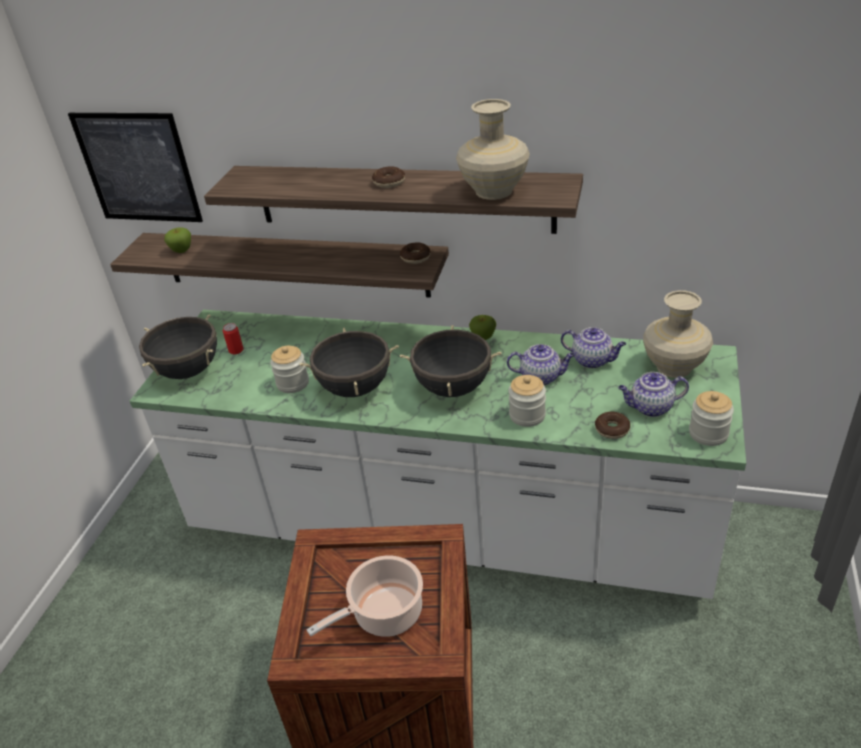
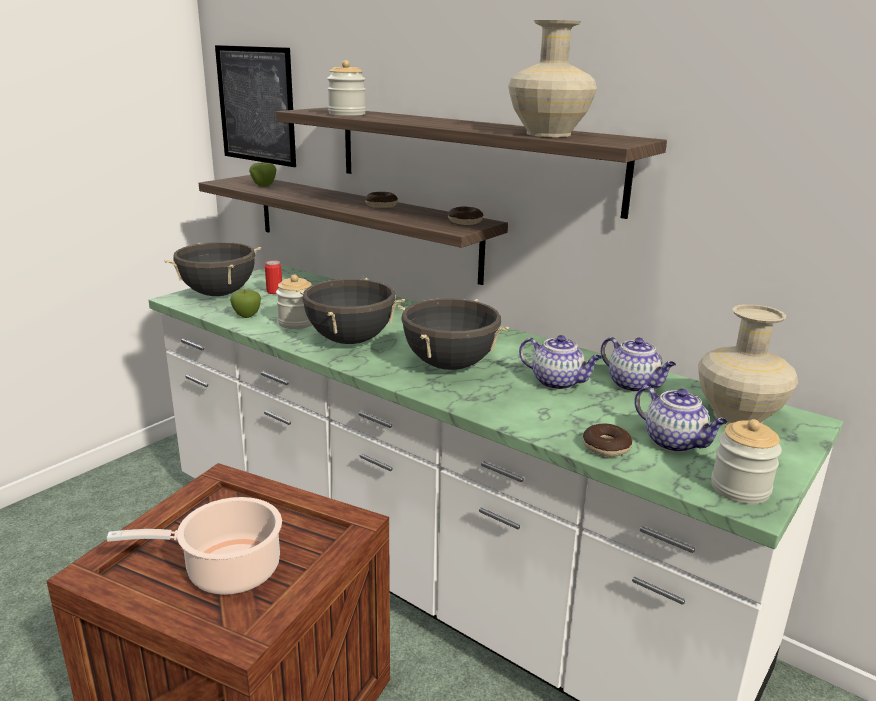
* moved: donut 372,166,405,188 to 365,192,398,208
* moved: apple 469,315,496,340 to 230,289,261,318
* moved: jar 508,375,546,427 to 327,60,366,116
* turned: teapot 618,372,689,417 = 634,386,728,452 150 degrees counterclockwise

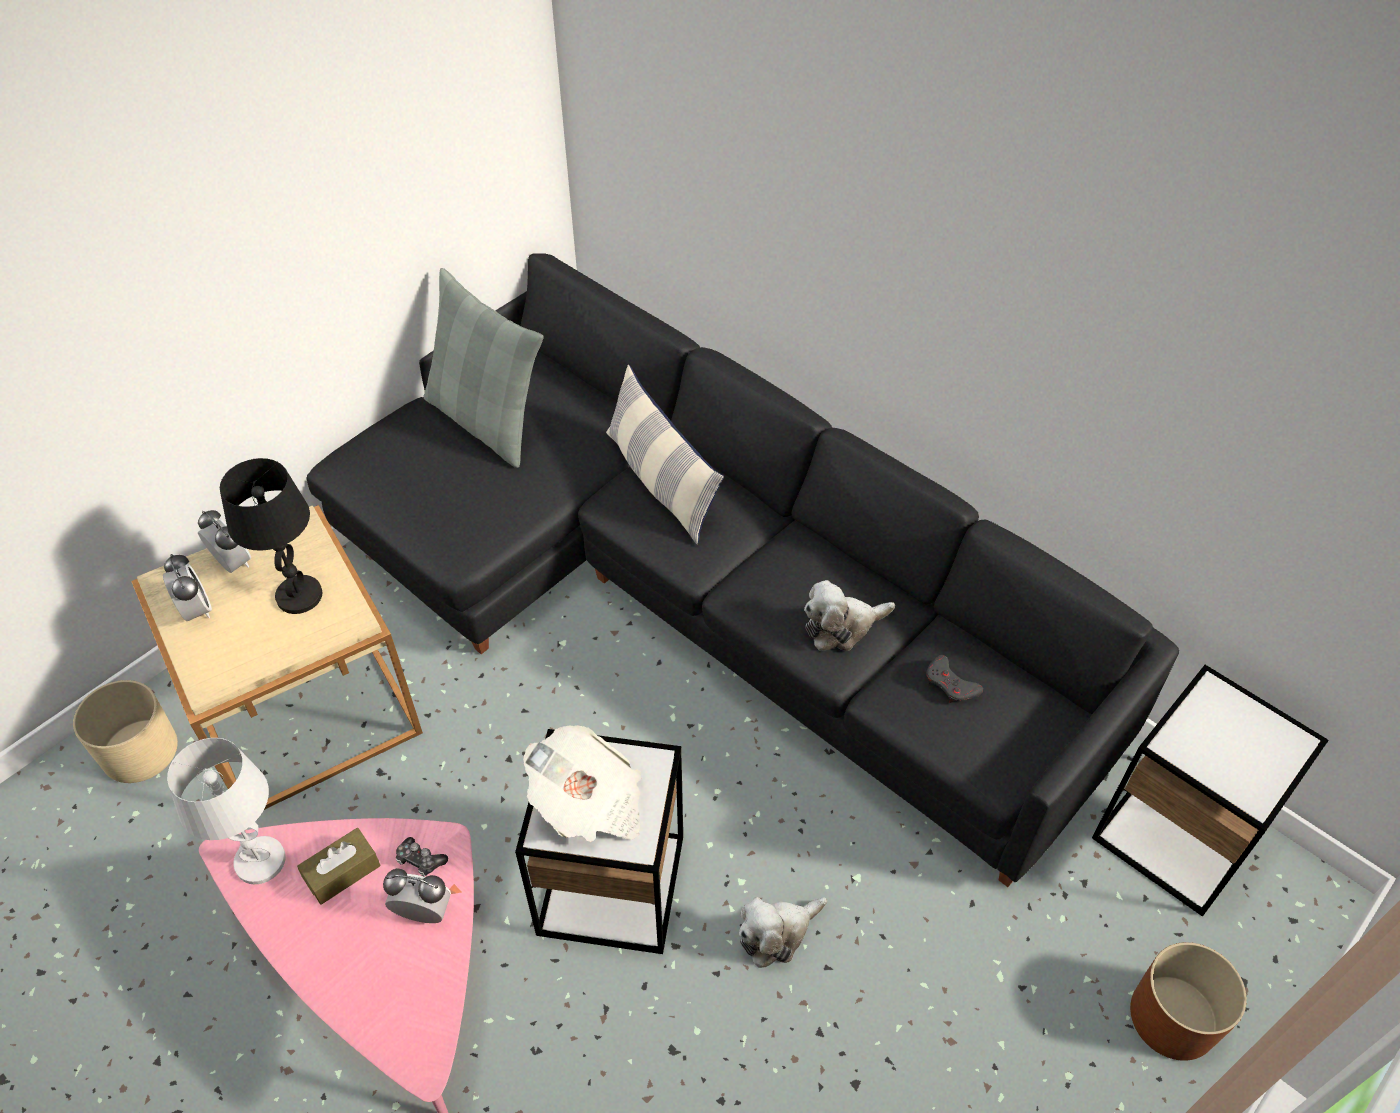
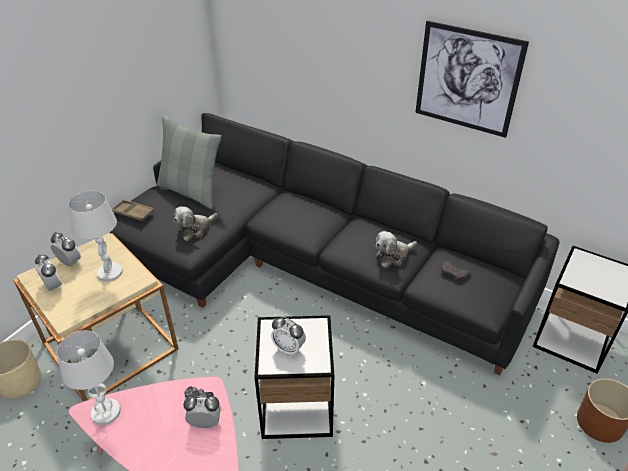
* removed: tissue box in brown 297,828,381,905
* removed: pillow 606,365,724,544
* added: tray in brown 112,200,154,221
* added: picture 415,21,529,138
* moved: plush toy 739,897,827,968 to 174,207,218,241
* replaced: newspaper 523,725,641,842 to alarm clock 271,317,306,356
* recoloured: table lamp in black 220,458,322,614 to table lamp in white 68,191,123,282

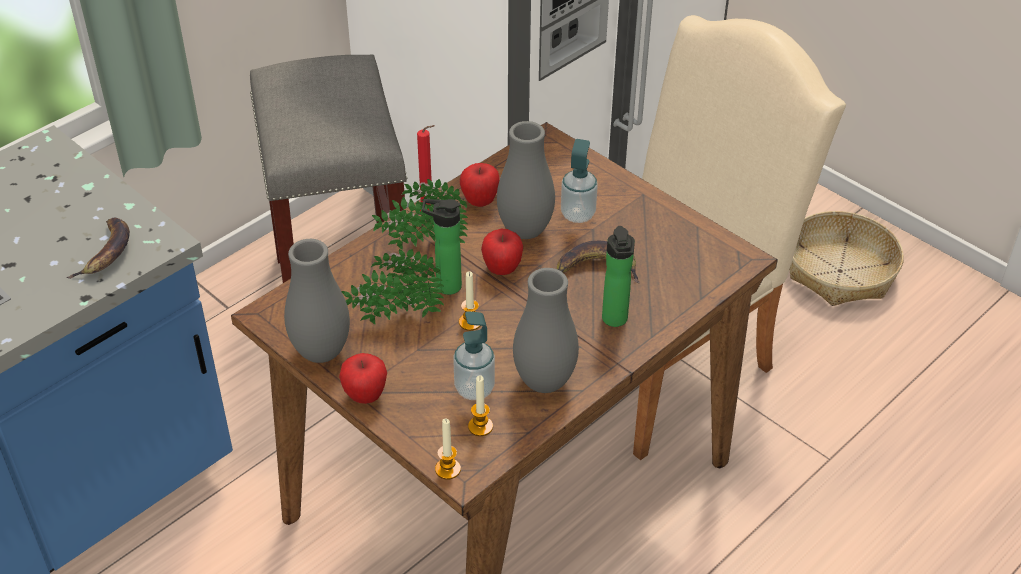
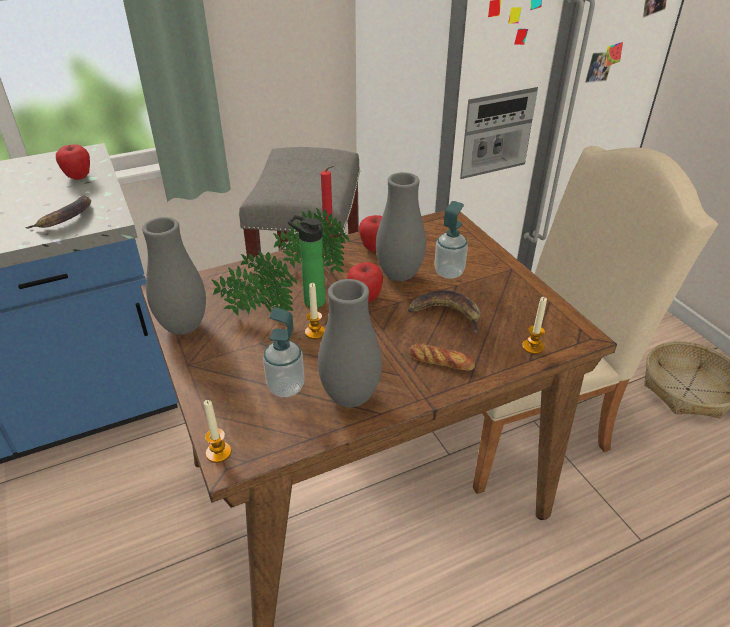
* moved: apple 339,353,387,404 to 56,145,90,180
* moved: candle 468,375,493,436 to 522,297,547,354
* replaced: bottle 602,226,635,327 to bread 409,344,475,371

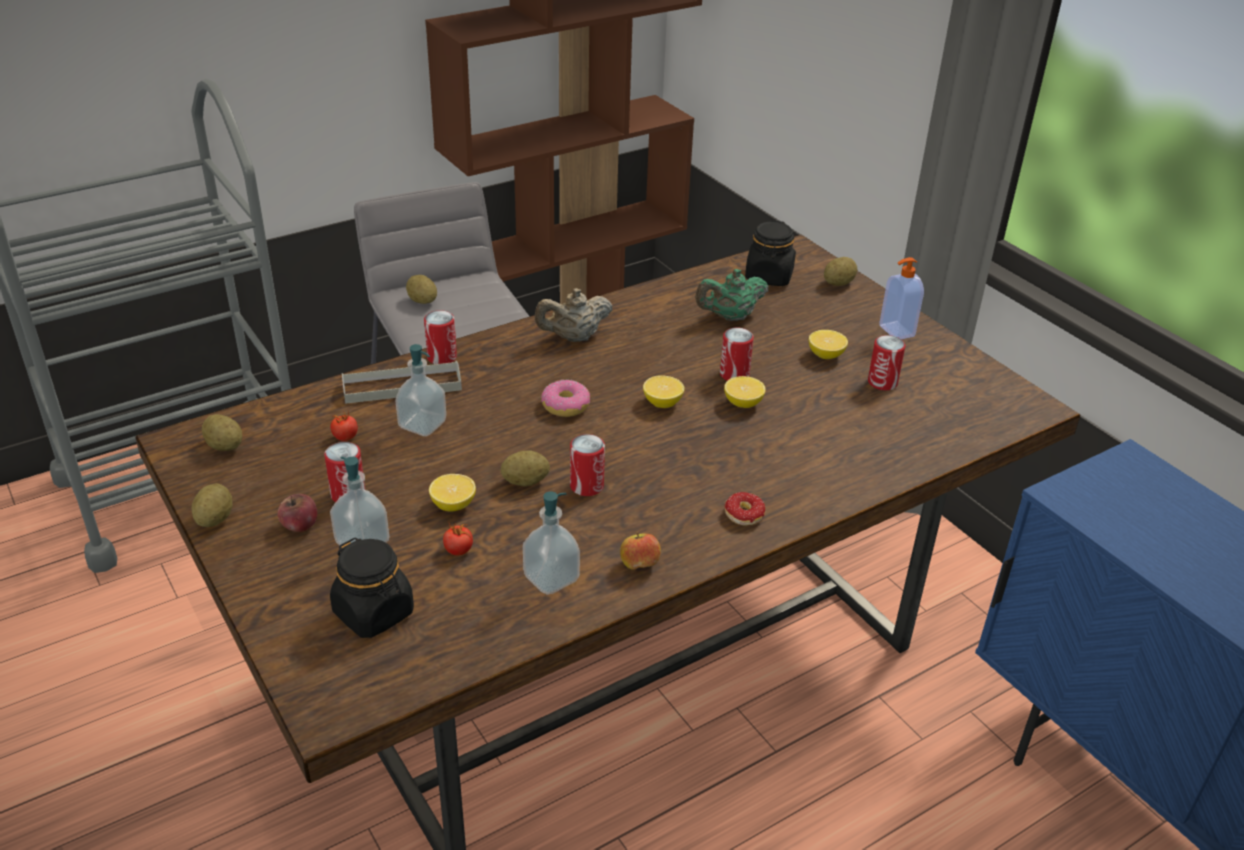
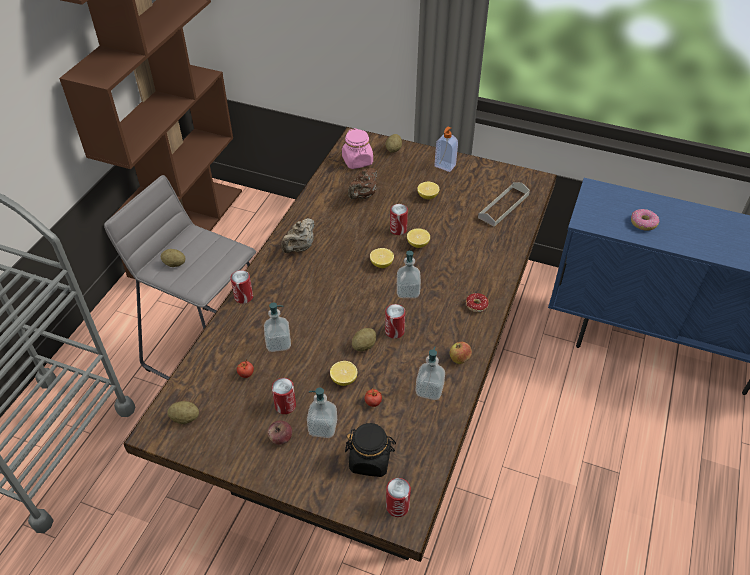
* removed: potato 191,483,233,527
* added: soap dispenser 397,250,421,298
* moved: tray in grey 342,361,462,404 to 478,182,530,227
* moved: donut 541,380,590,417 to 631,209,659,231
* moved: can 868,335,905,391 to 386,478,411,517
* recoloured: teapot in green 695,269,768,321 to teapot in brown 348,168,377,199
* recoloured: jar in black 745,220,796,286 to jar in pink 342,128,373,169

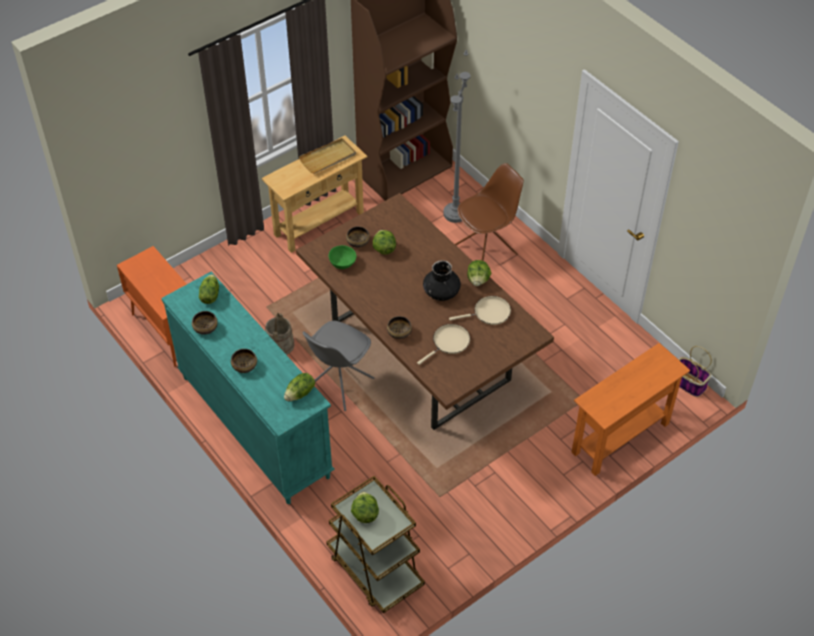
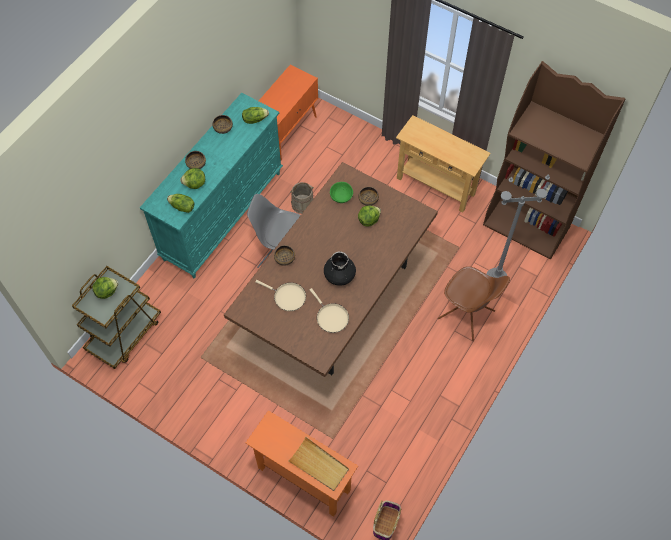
* moved: tray in beige 299,138,356,174 to 288,437,349,491
* moved: lettuce 467,260,491,286 to 180,168,205,189

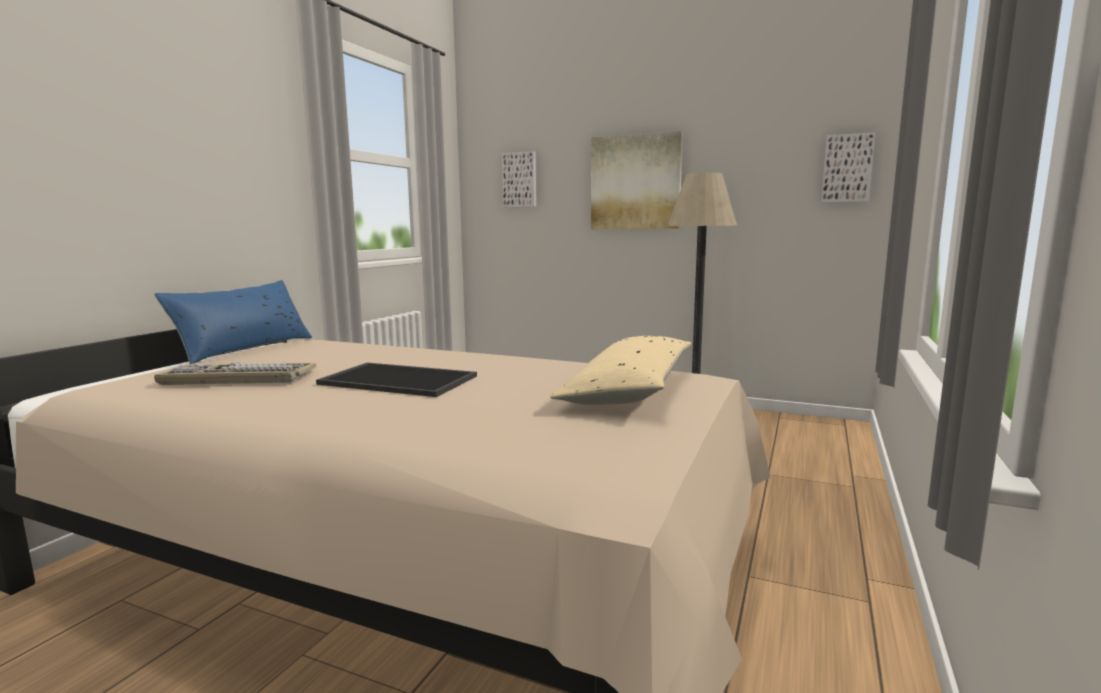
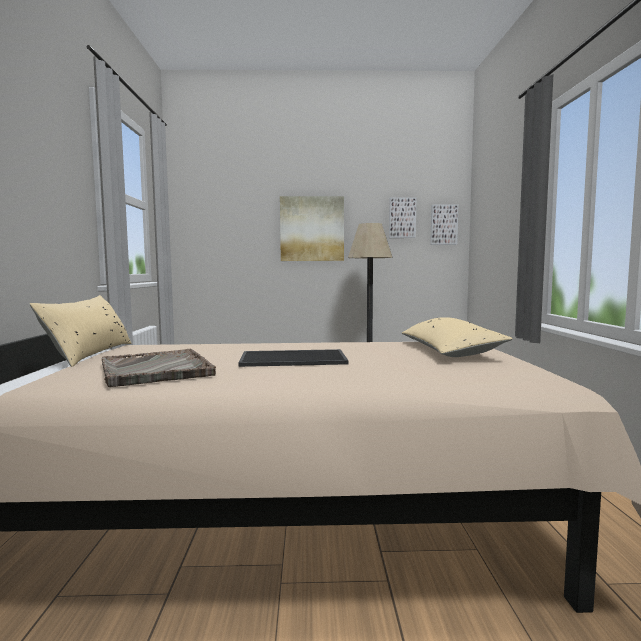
* moved: picture 502,151,536,207 to 389,197,416,238
* replaced: keyboard 154,362,316,385 to tray in grey 102,349,216,387
* recoloured: pillow in blue 154,280,312,364 to pillow in beige 29,295,131,367

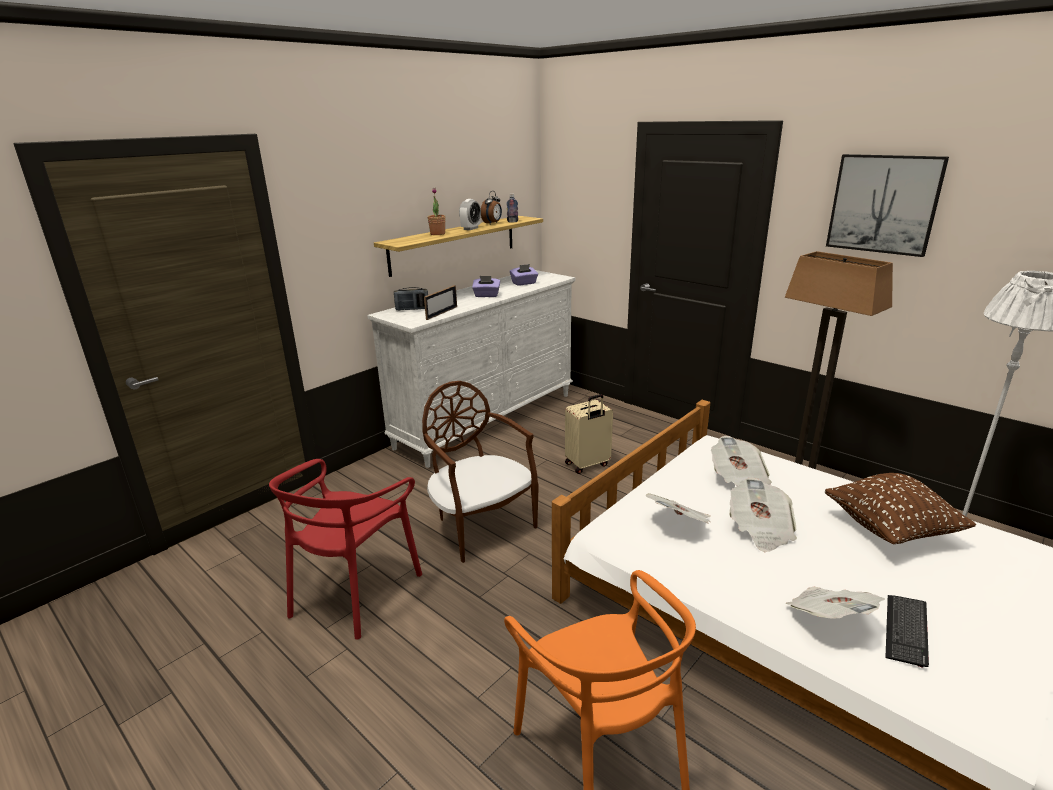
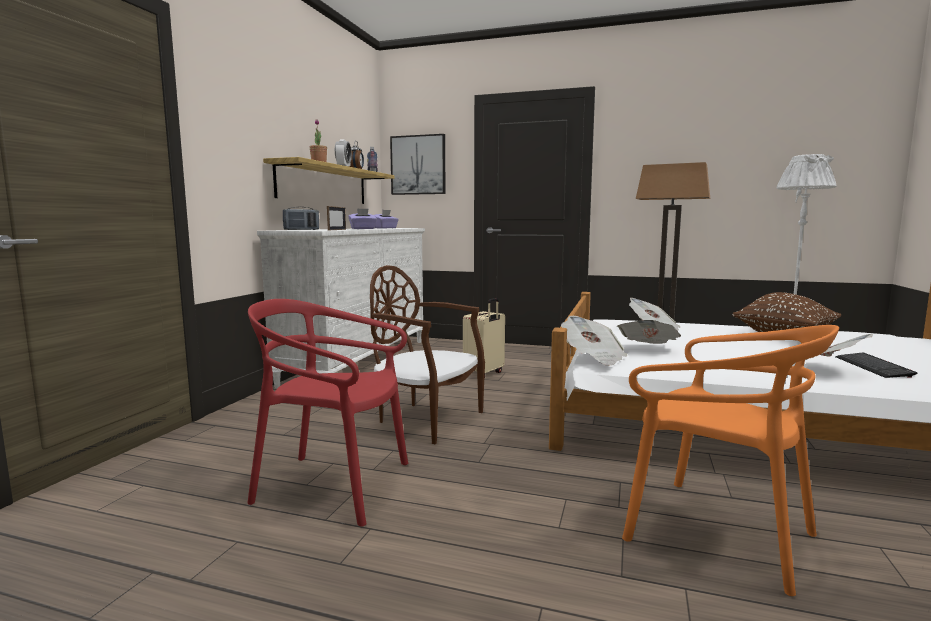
* moved: newspaper 729,477,797,552 to 561,316,627,366
* moved: picture 826,154,949,257 to 390,134,446,195
* turned: chair in red 269,459,422,640 = 247,299,408,527 105 degrees clockwise

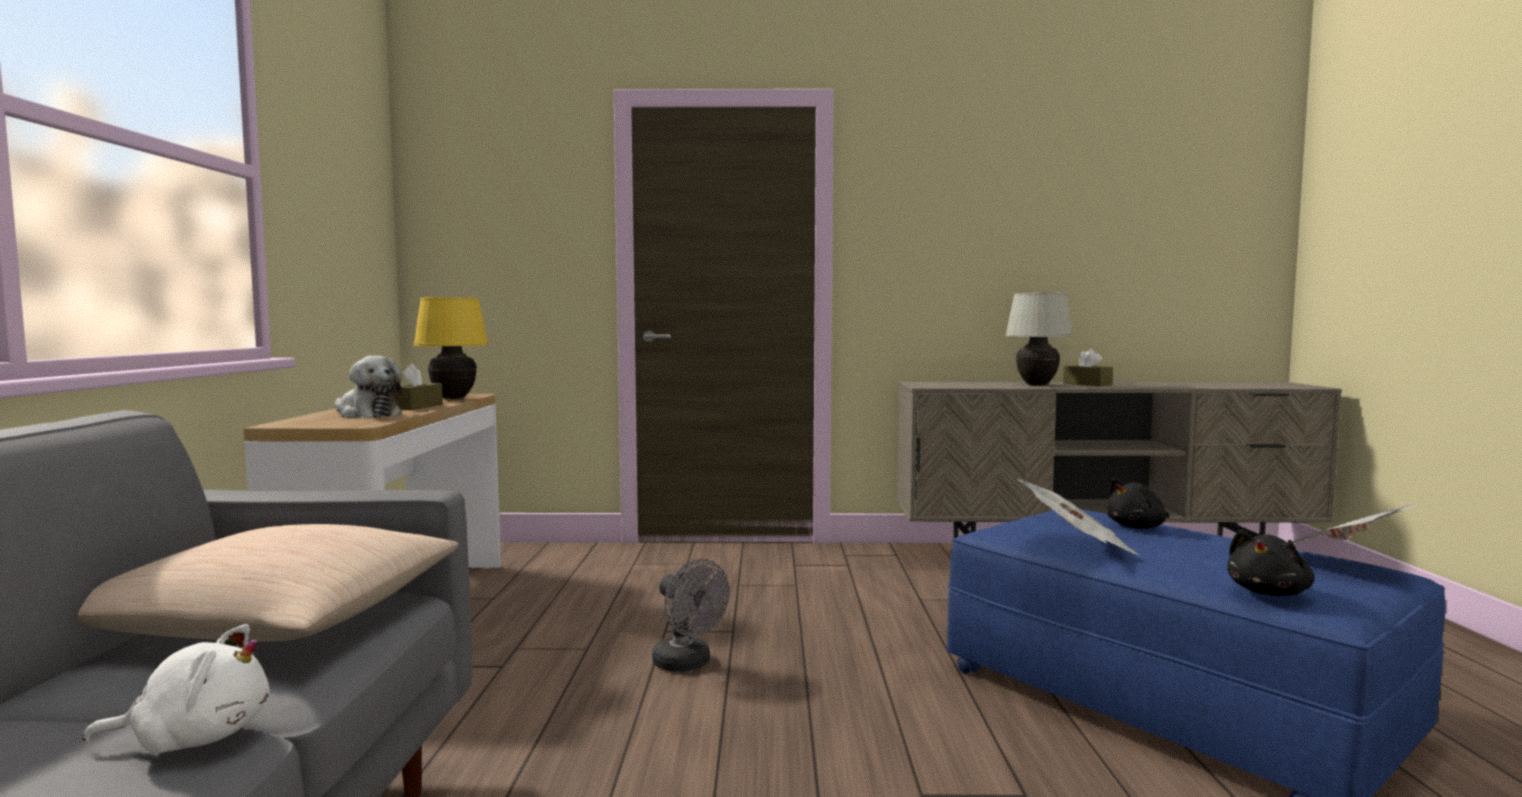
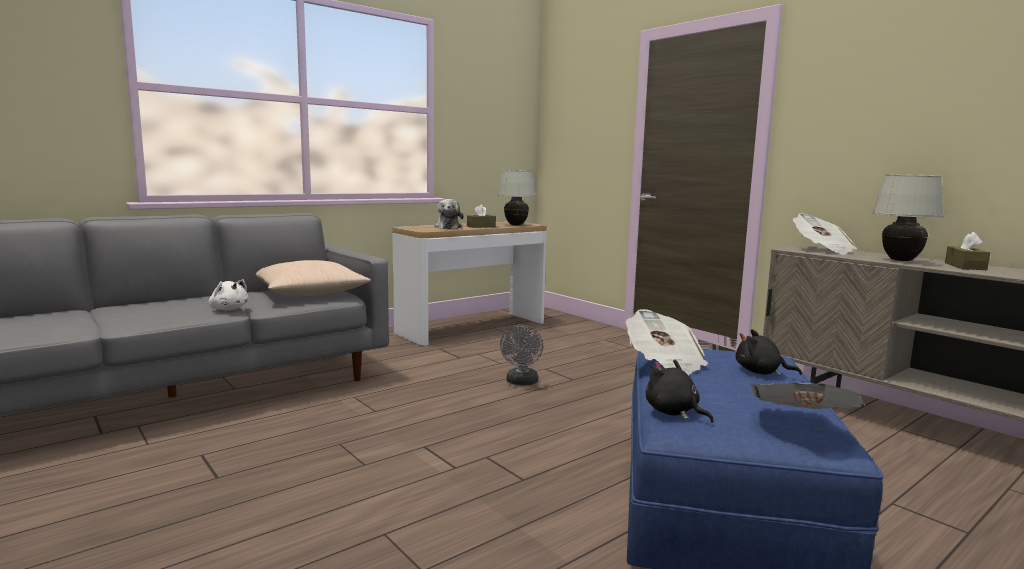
* added: newspaper 793,213,857,255
* recoloured: table lamp in yellow 413,297,489,399 to table lamp in white 498,170,536,225
* turned: plush toy in black 1227,530,1314,596 = 646,359,714,423 45 degrees clockwise

